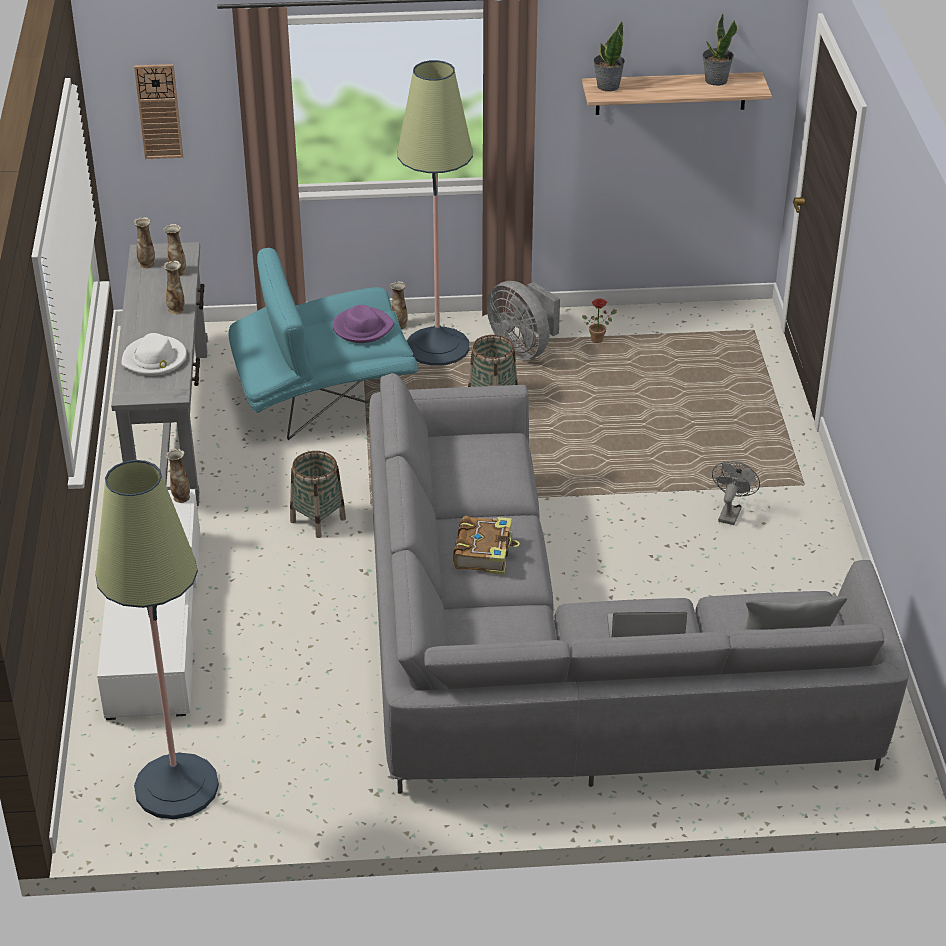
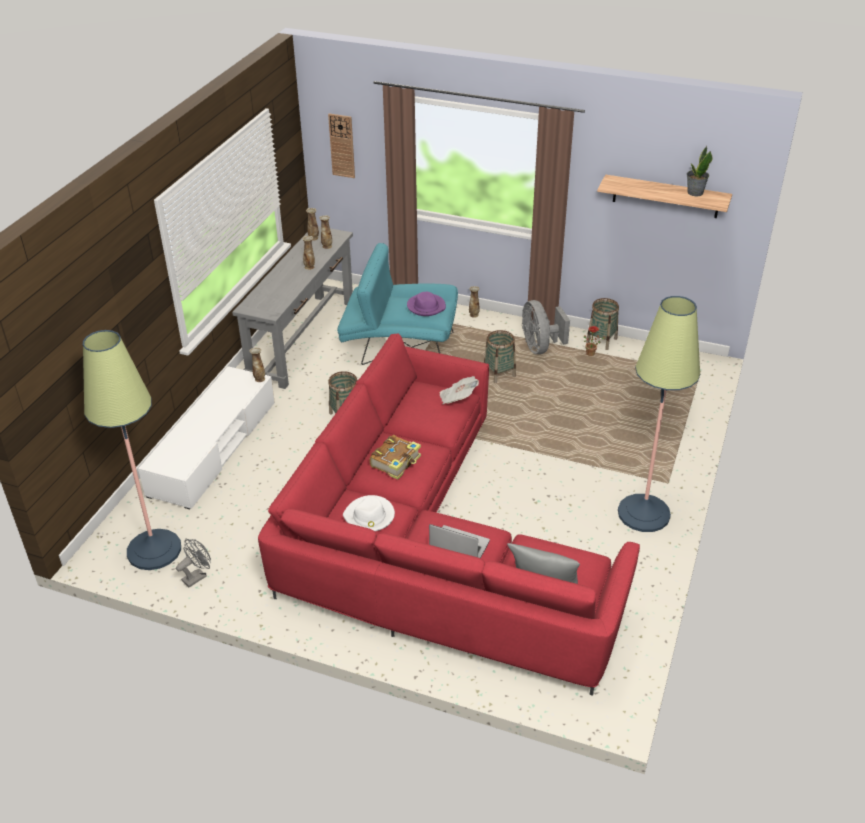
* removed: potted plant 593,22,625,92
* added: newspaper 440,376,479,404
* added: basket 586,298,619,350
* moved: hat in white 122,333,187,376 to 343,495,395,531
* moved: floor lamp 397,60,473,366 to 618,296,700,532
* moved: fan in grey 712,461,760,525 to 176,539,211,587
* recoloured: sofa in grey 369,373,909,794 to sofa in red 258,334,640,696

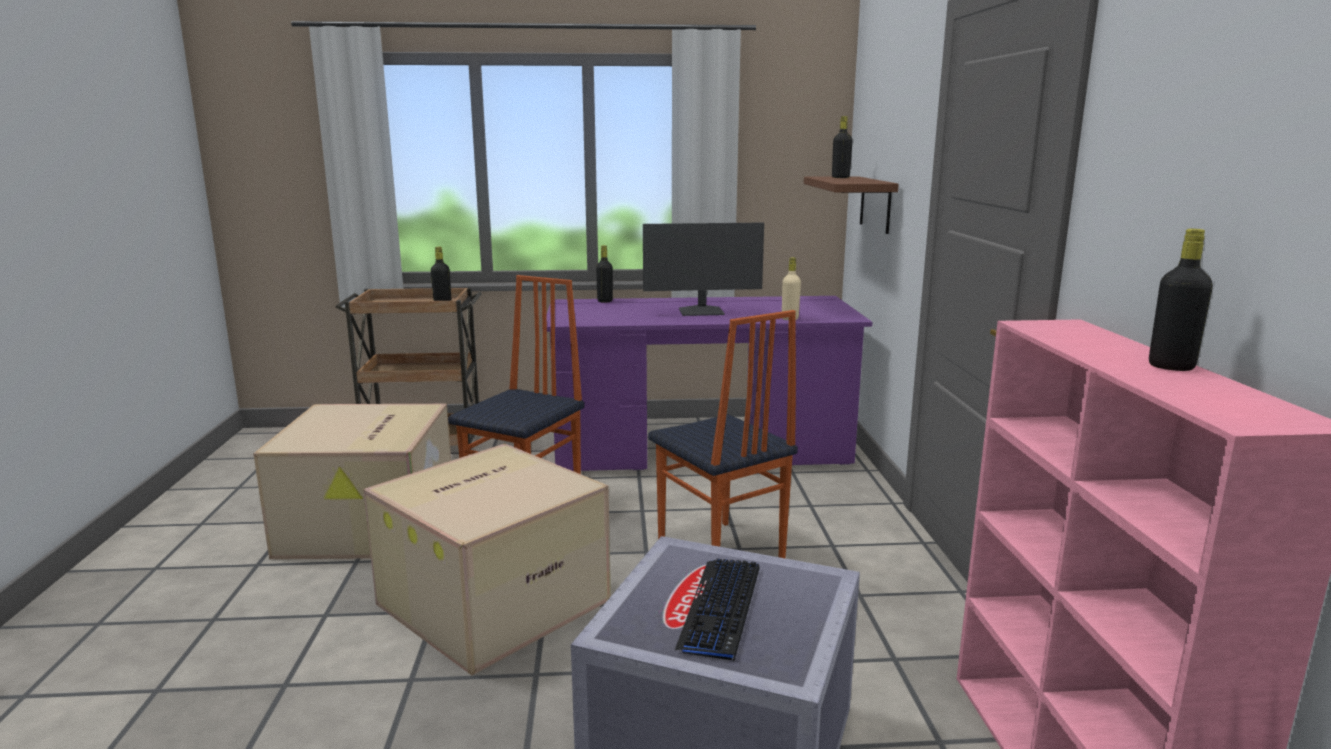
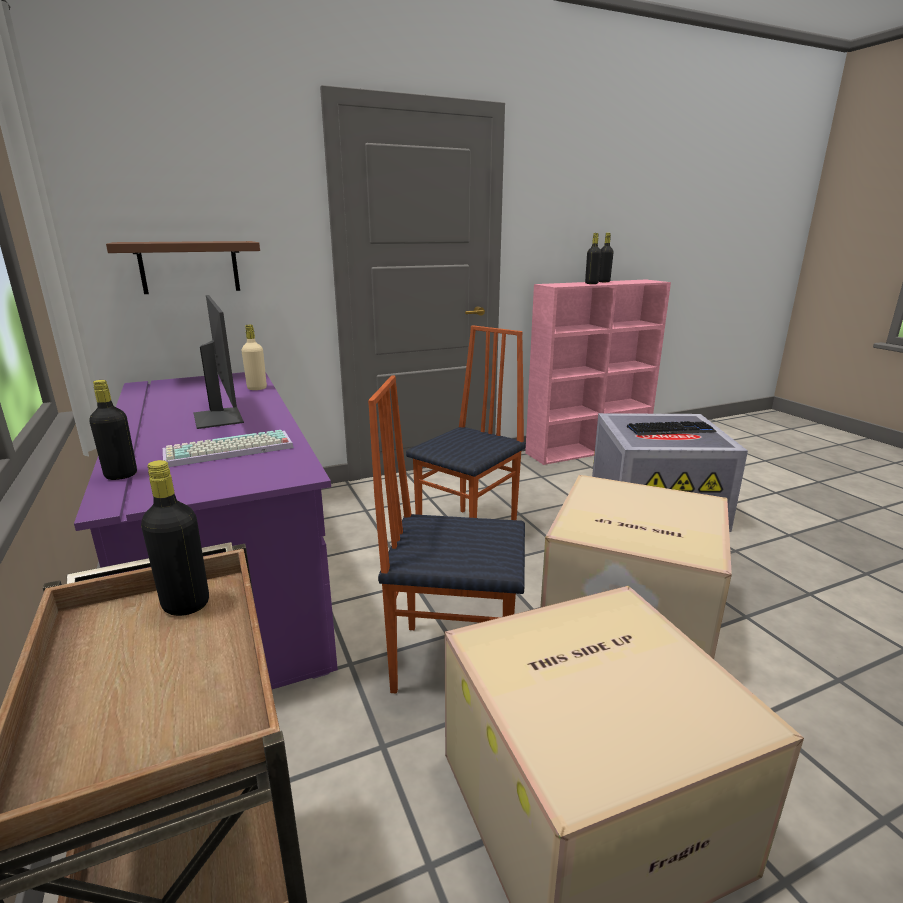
* added: keyboard 163,430,294,467
* moved: bottle in black 832,116,853,178 to 585,233,602,284

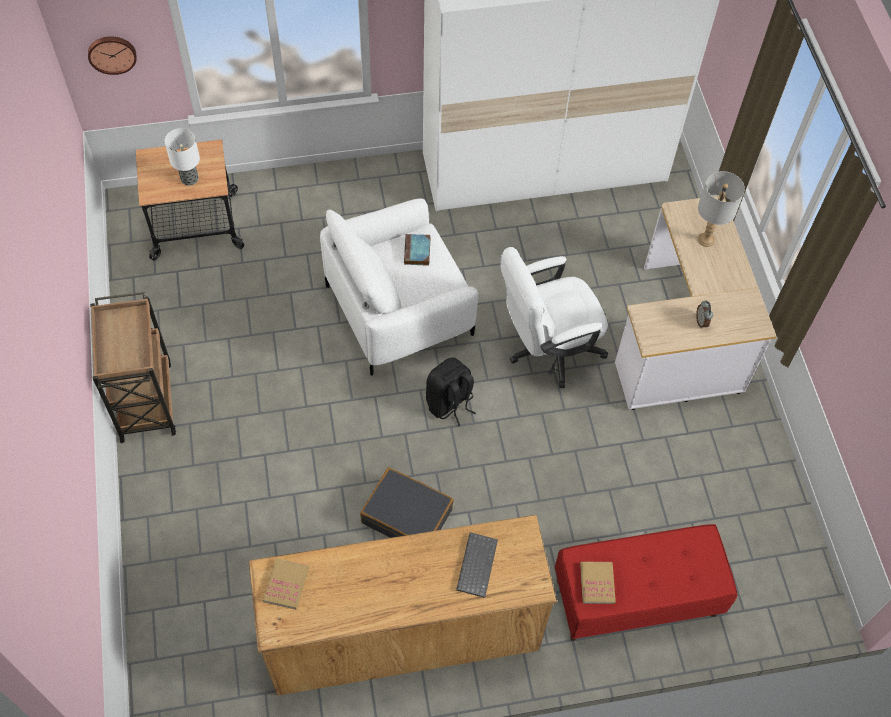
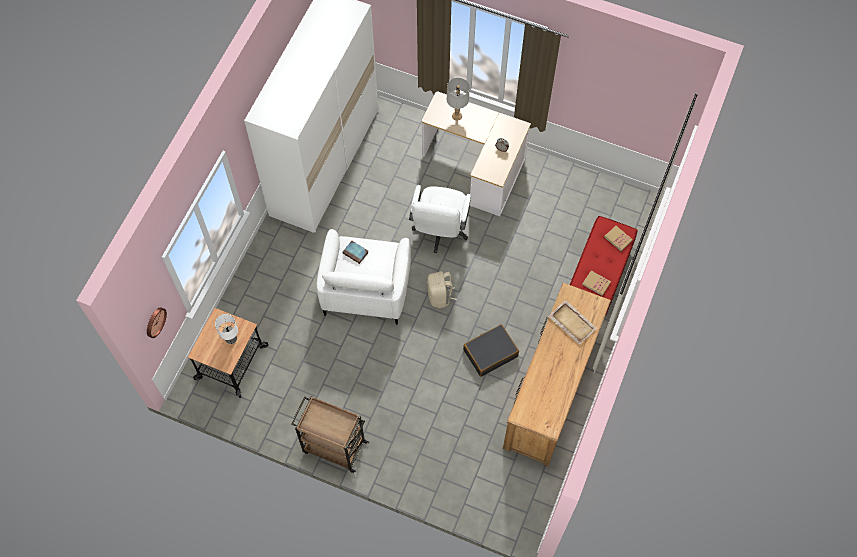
* moved: book 263,558,309,609 to 604,226,633,251
* replaced: keyboard 456,532,498,598 to tray in beige 548,300,597,345
* recoloured: backpack in black 426,357,476,426 to backpack in beige 427,271,457,308

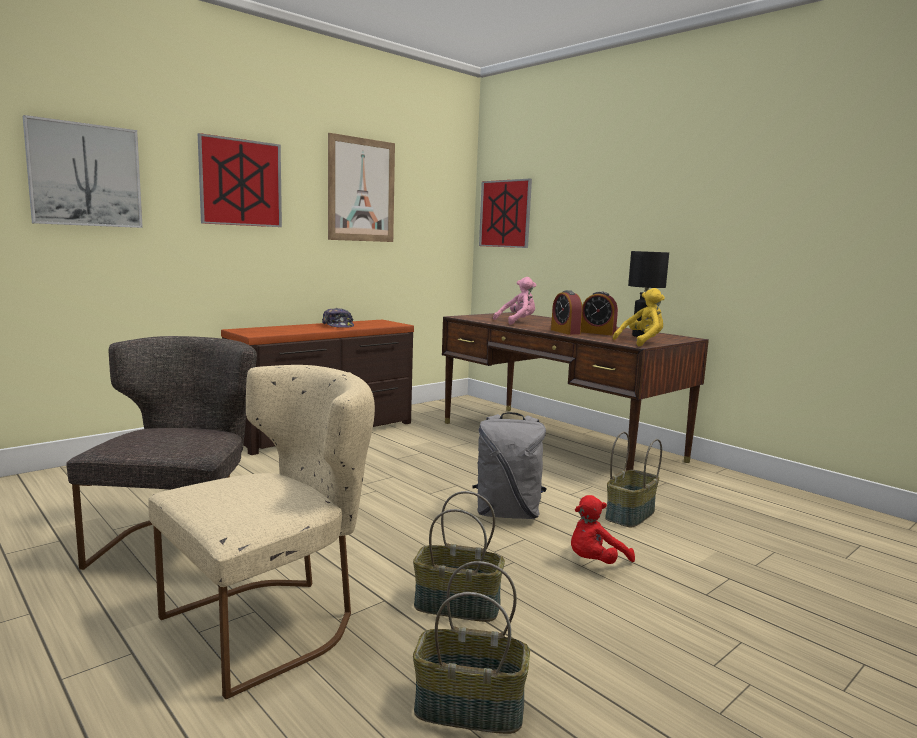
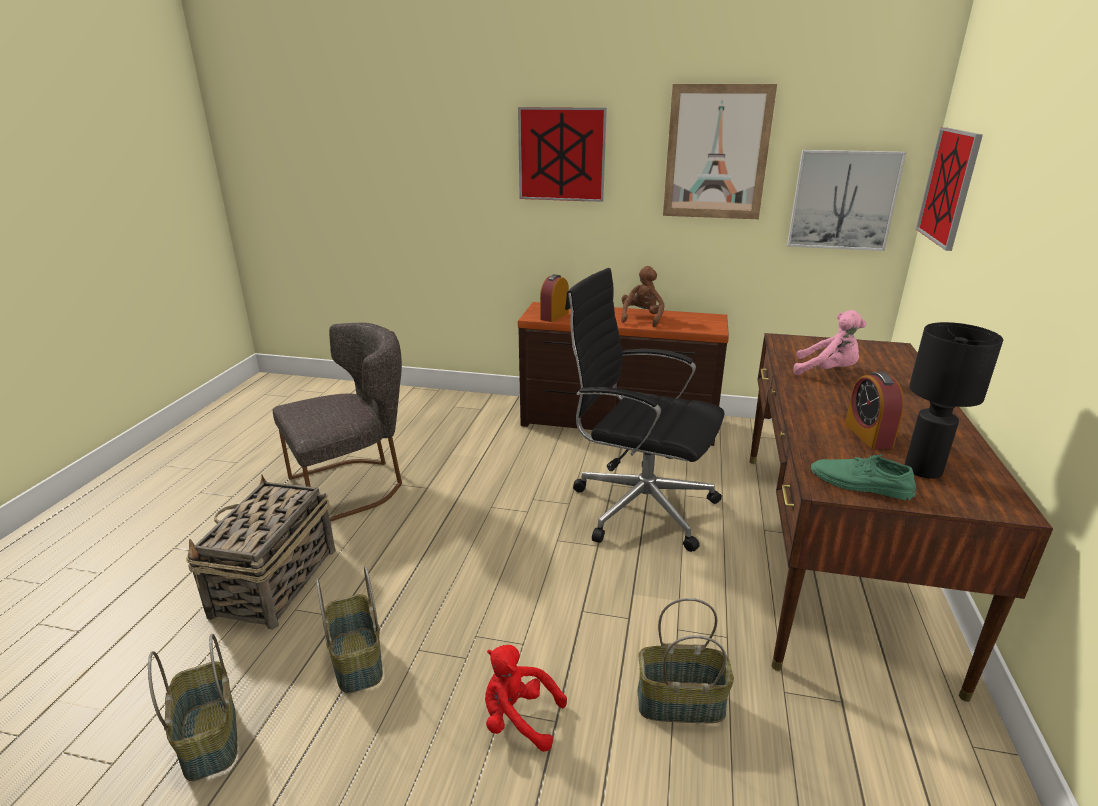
* removed: backpack in grey 473,412,547,519
* added: office chair in black 565,268,724,552
* moved: picture 23,115,143,228 to 787,150,906,251
* moved: alarm clock 551,290,582,335 to 540,274,569,322
* replaced: chair in beige 148,365,375,699 to basket 186,475,336,630
* replaced: cap 322,308,354,328 to plush toy in brown 621,266,664,327
* replaced: plush toy in yellow 613,288,665,346 to shoe in green 811,454,916,501

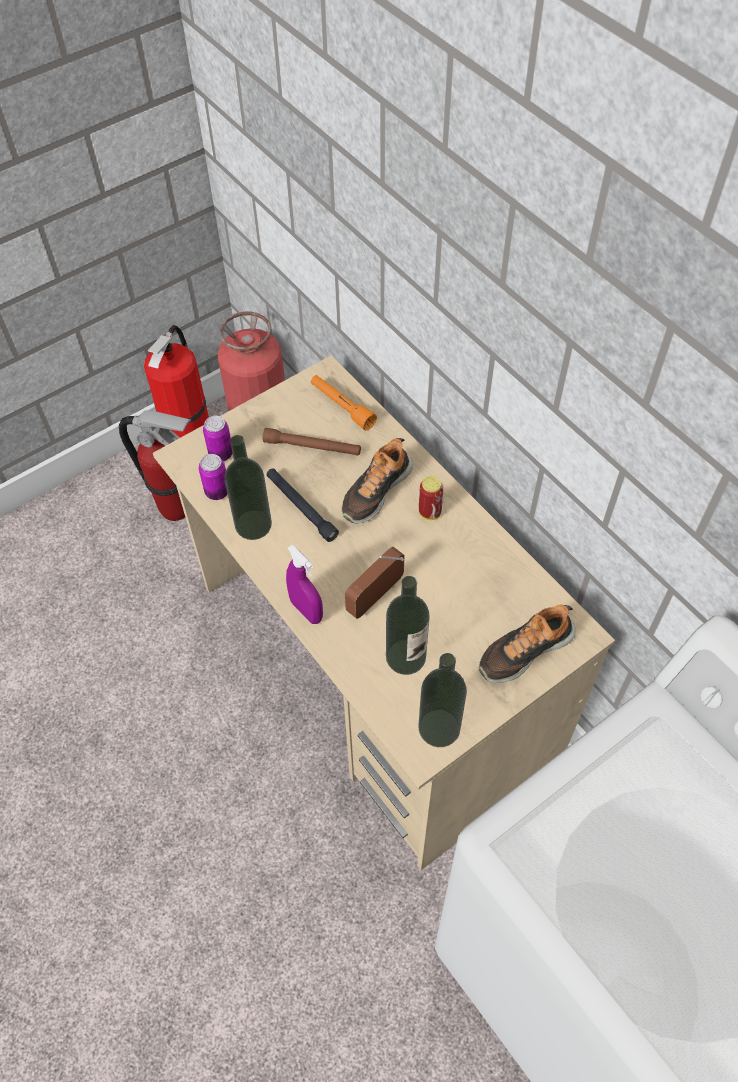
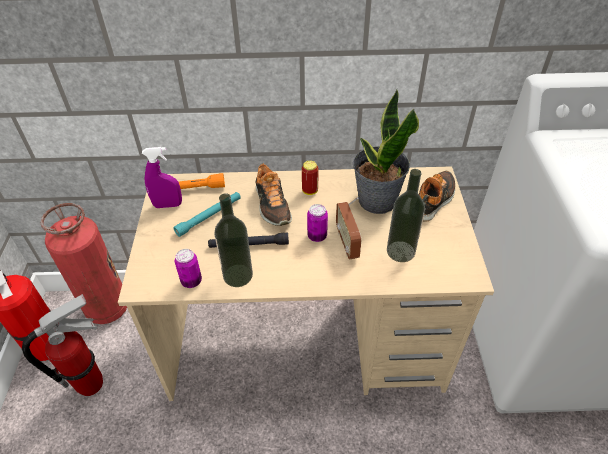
* removed: bottle 418,653,467,747
* added: potted plant 353,90,419,214
* moved: can 203,416,233,461 to 307,204,328,242
* moved: spray bottle in purple 286,545,323,624 to 142,147,182,208
* recoloured: flashlight in brown 262,428,361,455 to flashlight in turquoise 173,192,241,237
* turned: shoe 479,604,576,683 = 419,171,455,221 150 degrees counterclockwise

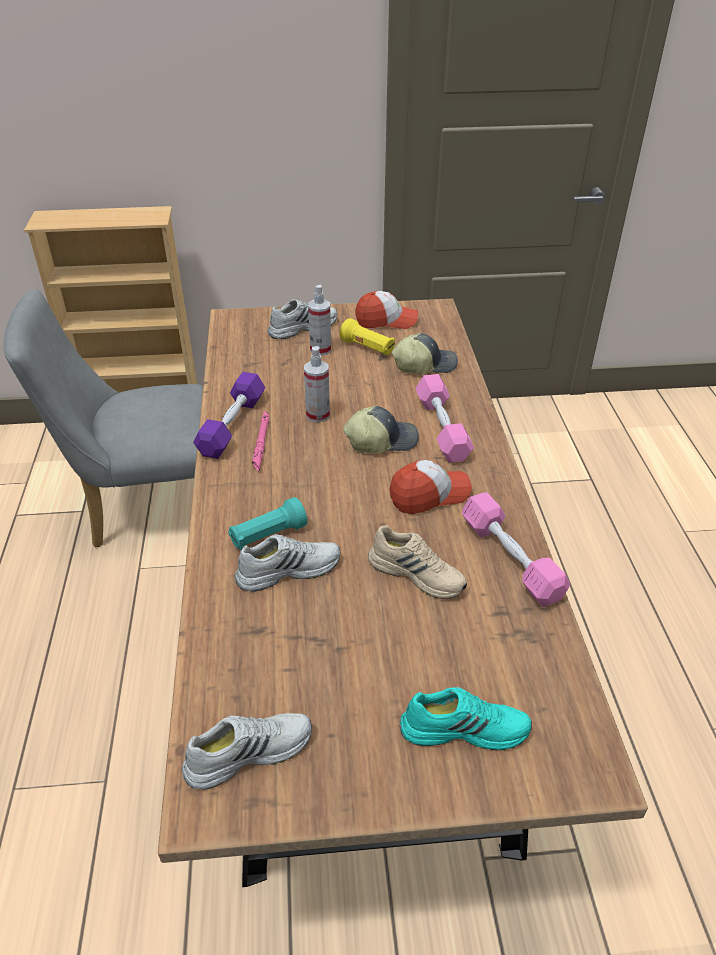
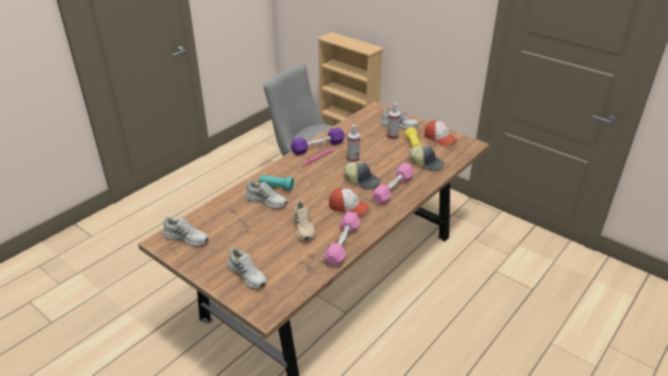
* recoloured: shoe in turquoise 400,688,532,750 to shoe in white 228,247,267,289

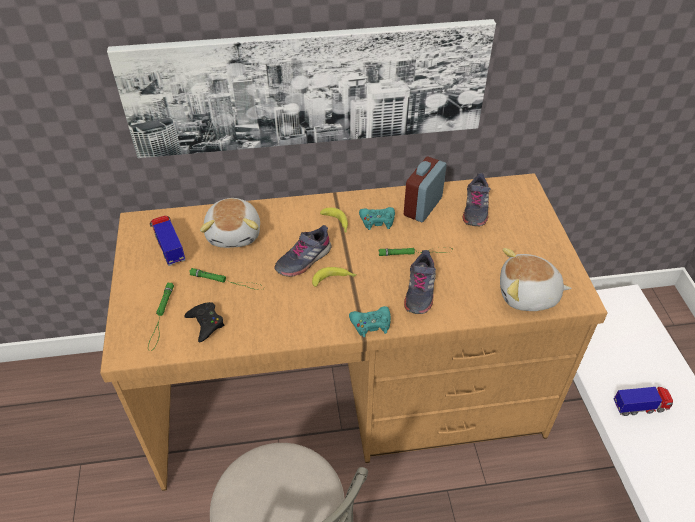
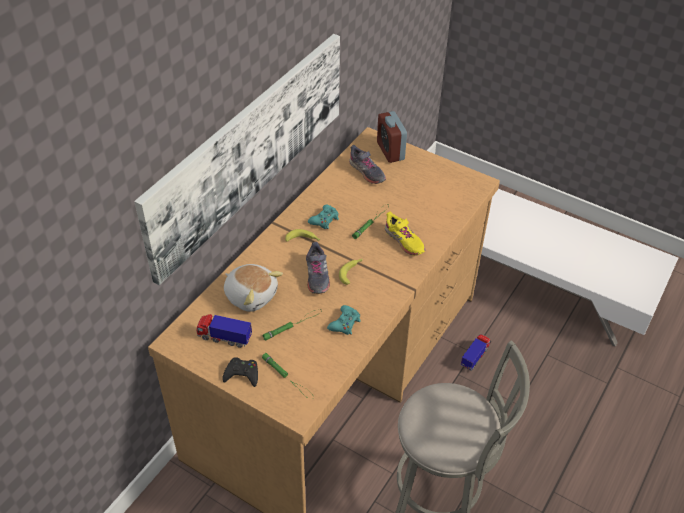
* removed: plush toy 500,248,571,311
* moved: game controller in black 185,302,224,342 to 222,357,258,387
* moved: game controller in turquoise 349,306,391,337 to 327,305,361,335
* moved: alarm clock 404,156,447,222 to 377,111,407,163
* moved: toy truck 614,387,673,416 to 461,334,491,371
* recoloured: shoe in grey 404,250,436,314 to shoe in yellow 385,212,426,256

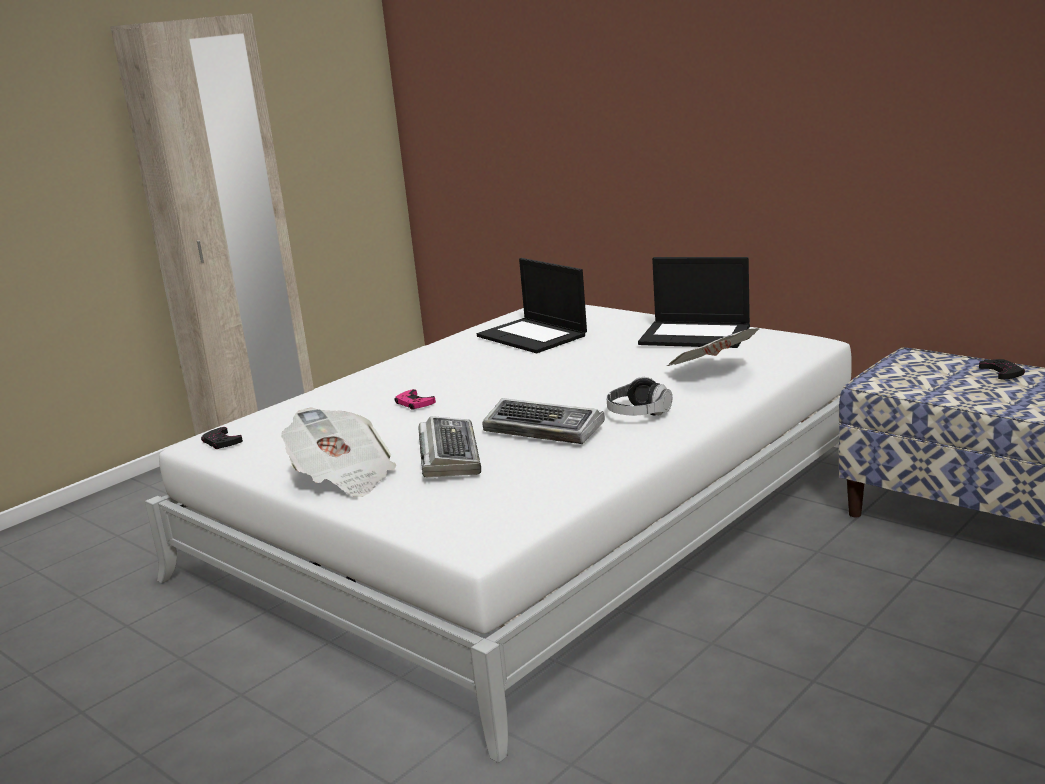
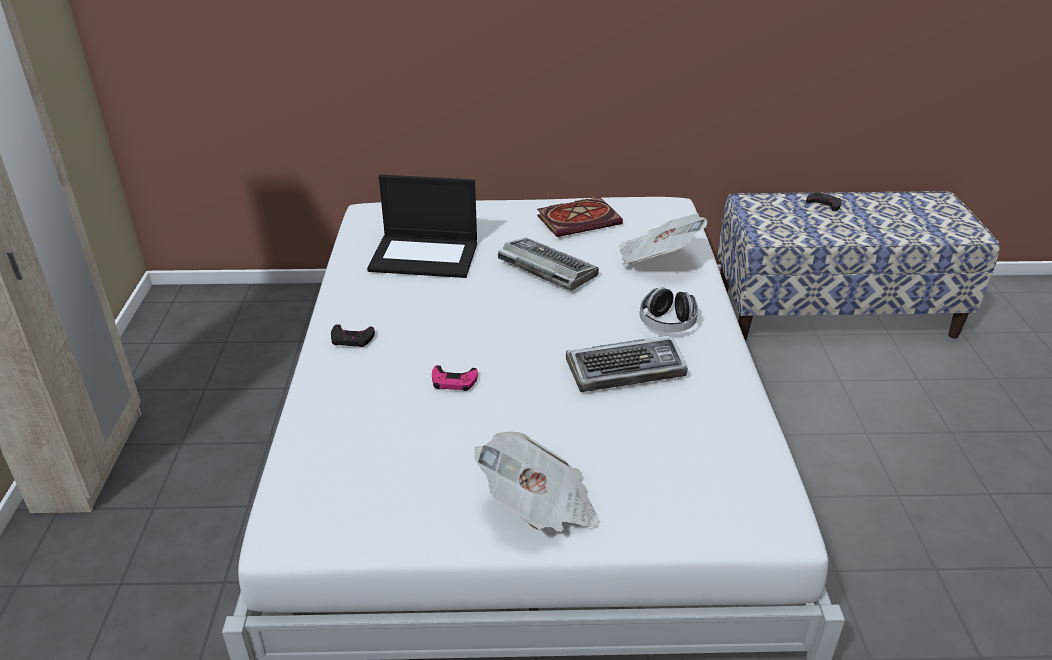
* moved: game controller in black 201,427,243,449 to 331,324,375,347
* moved: keyboard 418,416,481,478 to 498,238,599,291
* replaced: laptop 638,257,750,348 to book 537,197,623,237

